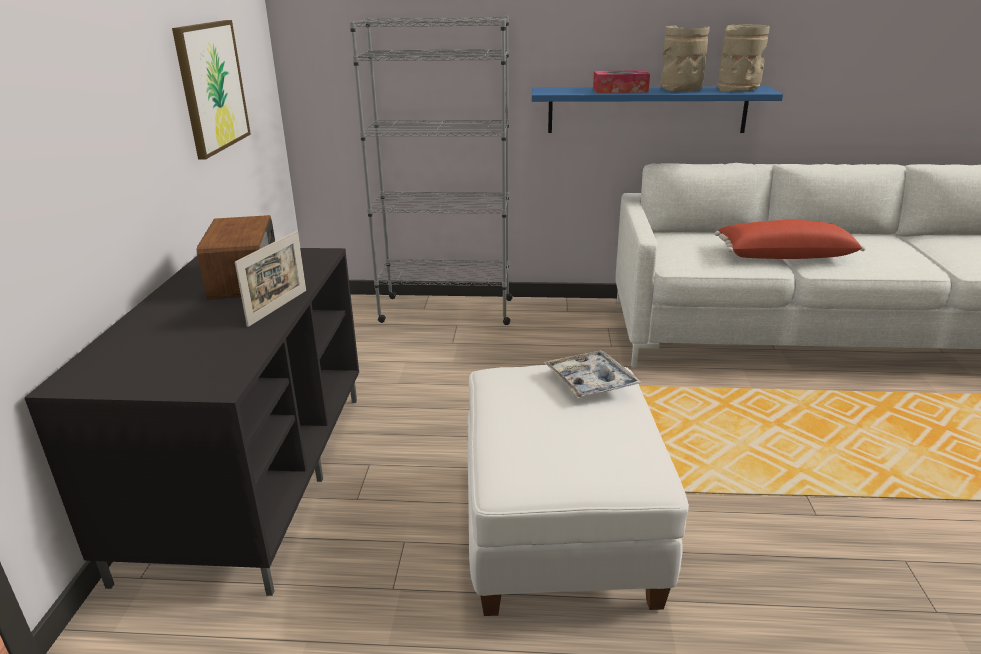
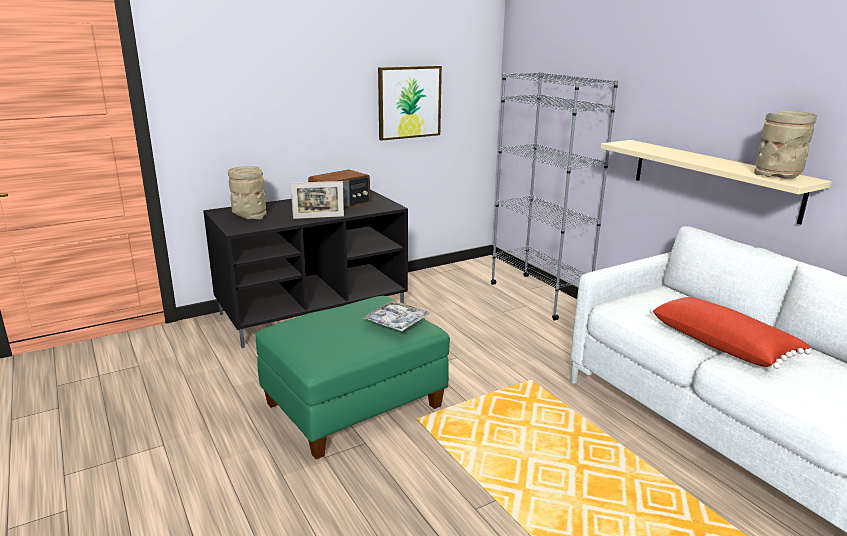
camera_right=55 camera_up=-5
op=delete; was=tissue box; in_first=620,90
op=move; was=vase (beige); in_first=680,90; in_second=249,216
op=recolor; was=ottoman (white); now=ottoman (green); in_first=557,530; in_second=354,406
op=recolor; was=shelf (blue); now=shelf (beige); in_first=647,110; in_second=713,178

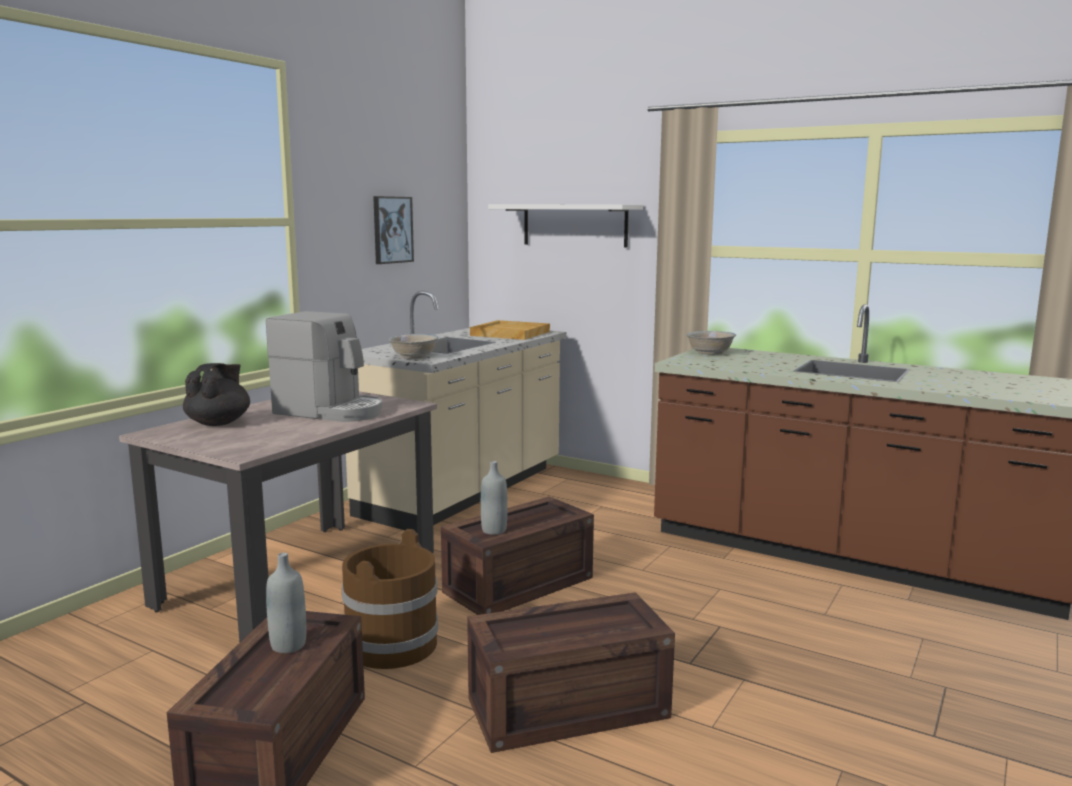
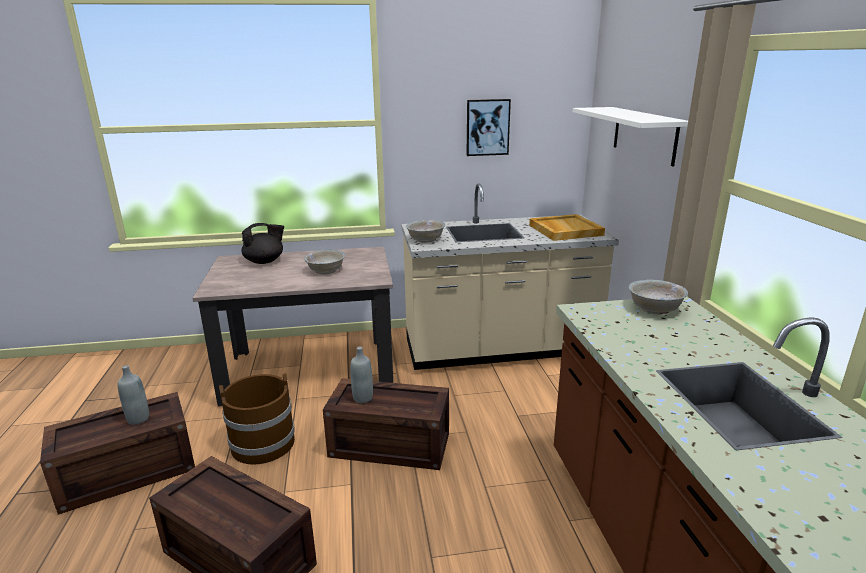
camera_right=50 camera_up=10
op=replace; was=coffee machine; now=bowl (white); in_first=331,411; in_second=326,271

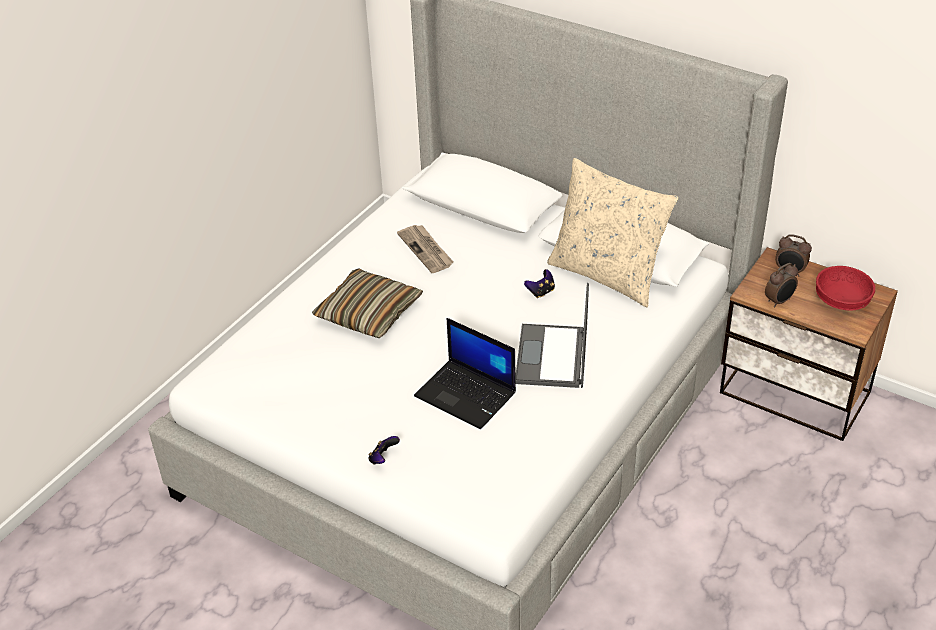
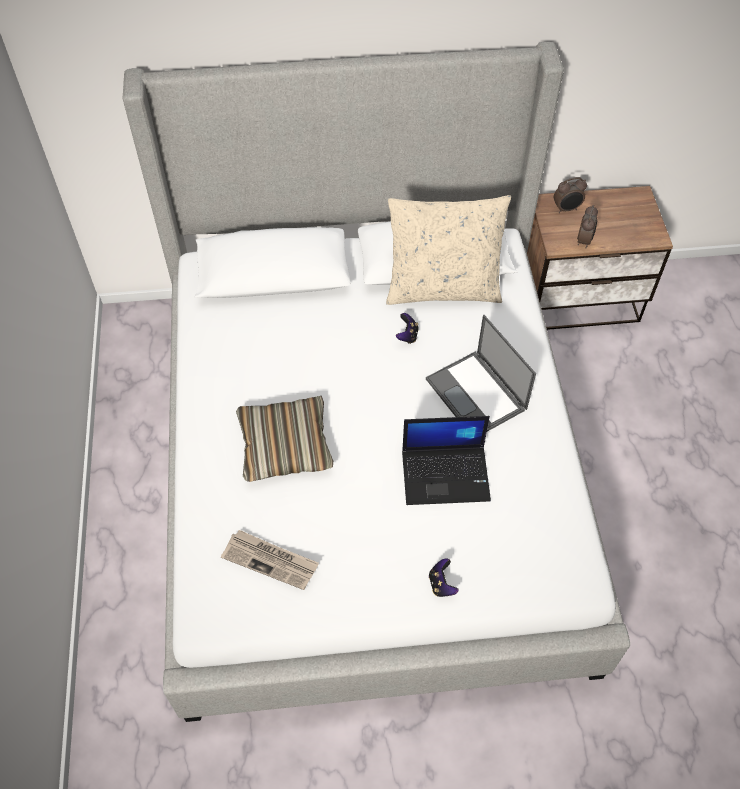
camera_right=-40 camera_up=15
op=delete; was=bowl (red); in_first=841,301
op=move; was=newspaper; in_first=426,250; in_second=271,560

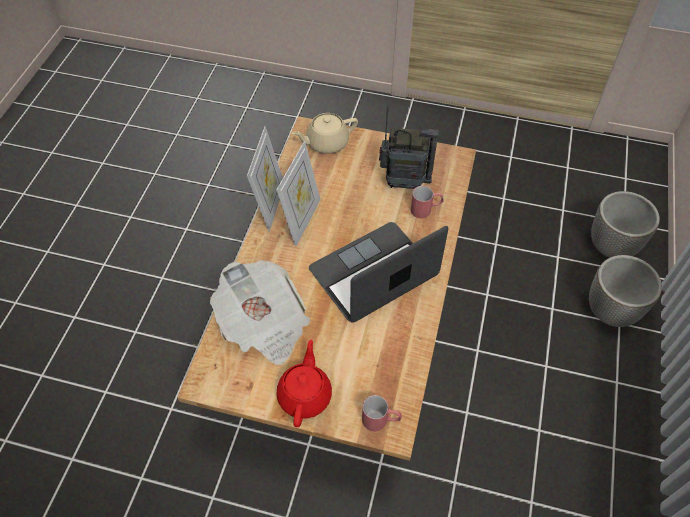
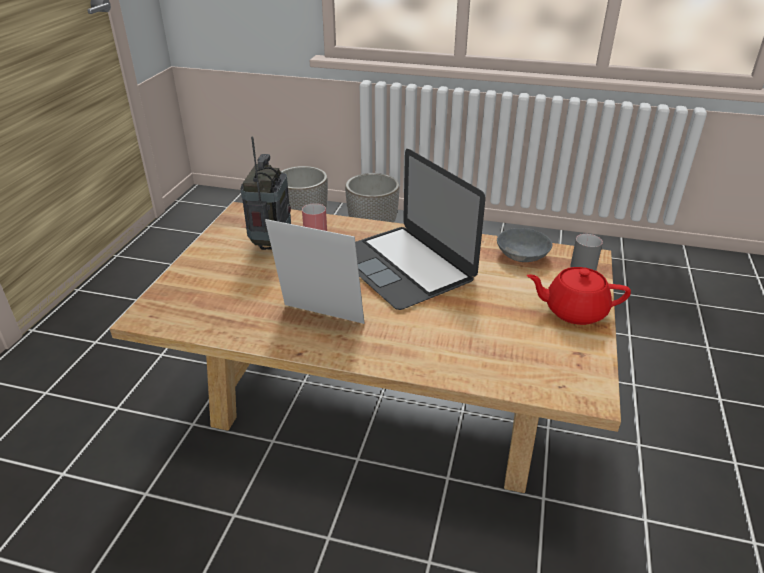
camera_right=-90 camera_up=-20
op=delete; was=newspaper; in_first=264,325
op=delete; was=picture frame; in_first=270,206
op=delete; was=teapot (beige); in_first=326,143
op=insert; now=bowl (grey); in_second=521,254
op=recolor; was=mug (red); now=mug (grey); in_first=381,420; in_second=582,264

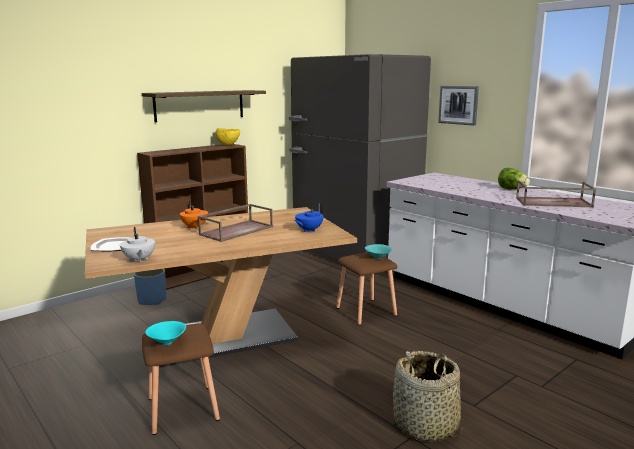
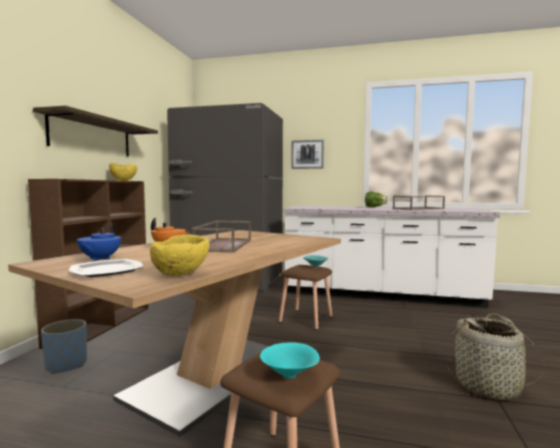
camera_right=-35 camera_up=-10
op=move; was=teapot (blue); in_first=308,230; in_second=99,259
op=replace; was=teapot (white); now=bowl (yellow); in_first=139,260; in_second=181,275

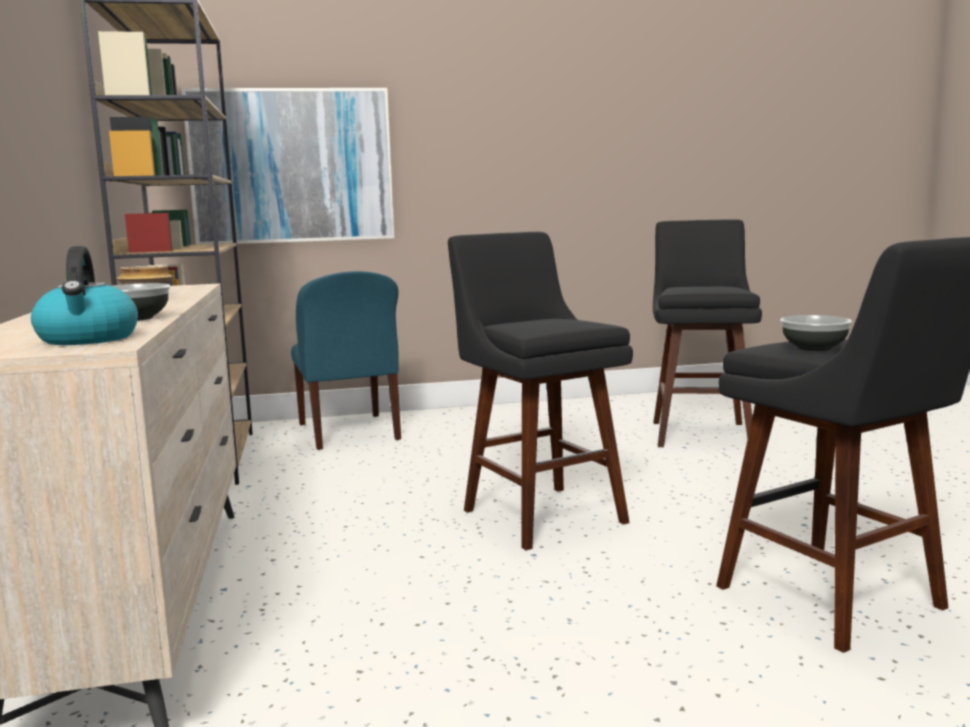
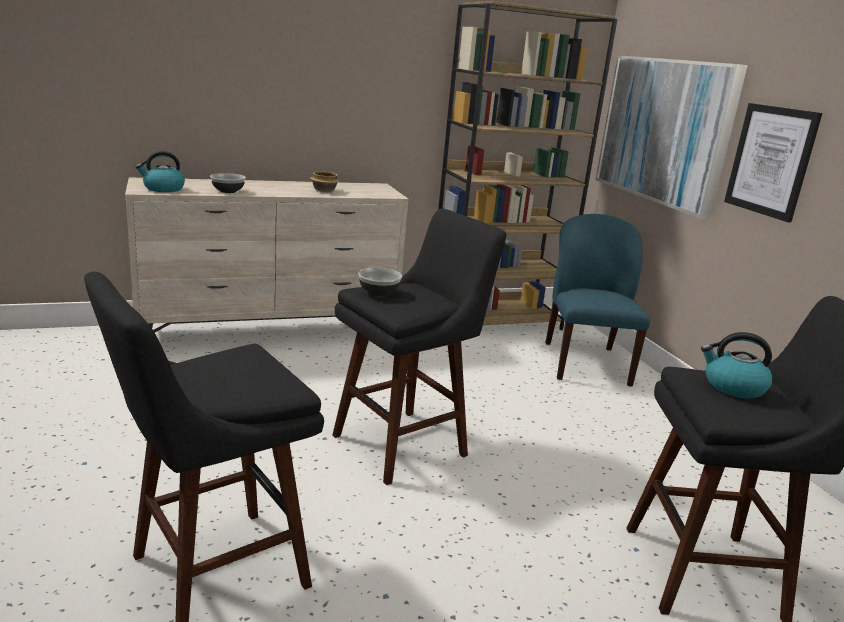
camera_right=80 camera_up=10
op=insert; now=kettle; in_second=733,387
op=insert; now=picture; in_second=771,161
op=move; was=bowl; in_first=813,348; in_second=378,292
op=rotate; was=chair (blue); in_first=349,433; in_second=585,363; clockwise=120

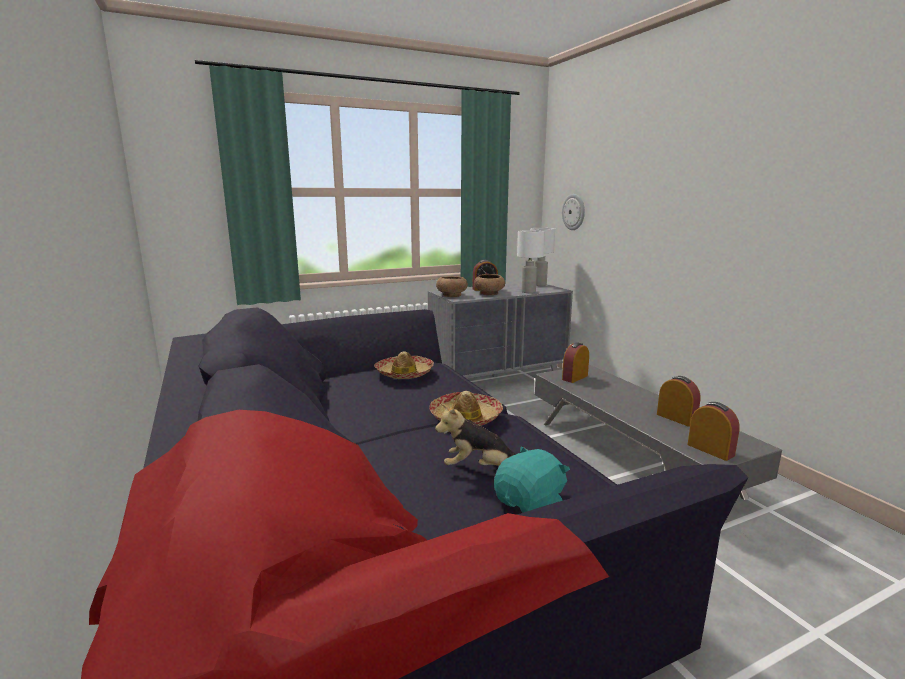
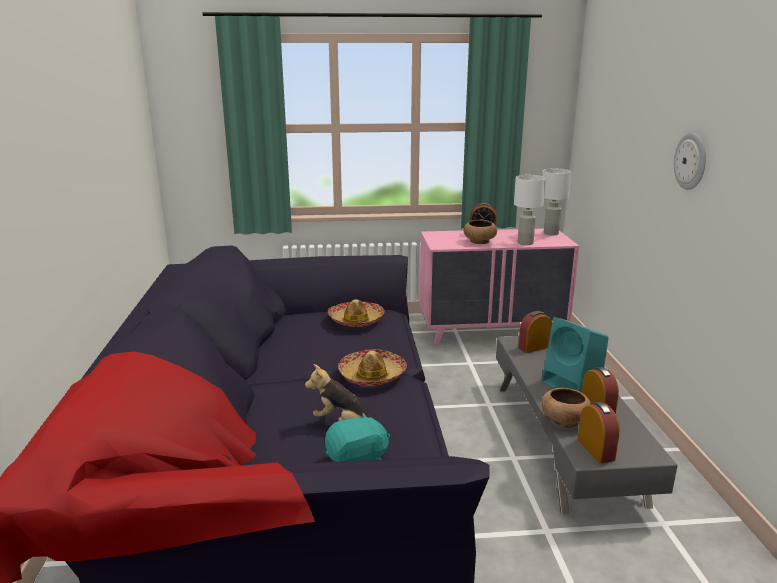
camera_right=20 camera_up=5
op=insert; now=speaker (turquoise); in_second=573,384
op=move; was=bowl (brown); in_first=451,295; in_second=564,420
op=move; was=wall clock; in_first=574,212; in_second=691,161
op=recolor; was=dresser (grey); now=dresser (pink); in_first=498,378; in_second=491,331

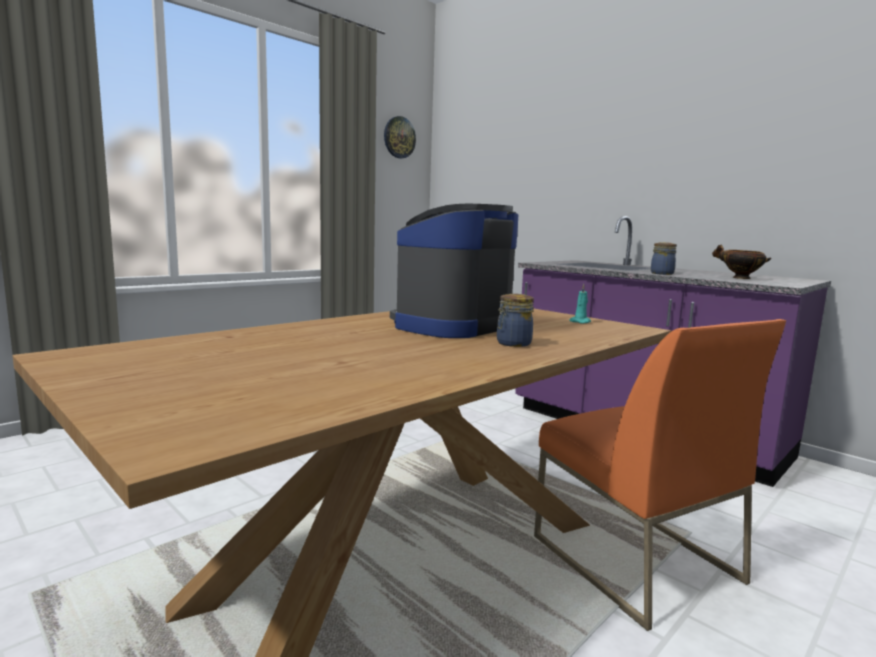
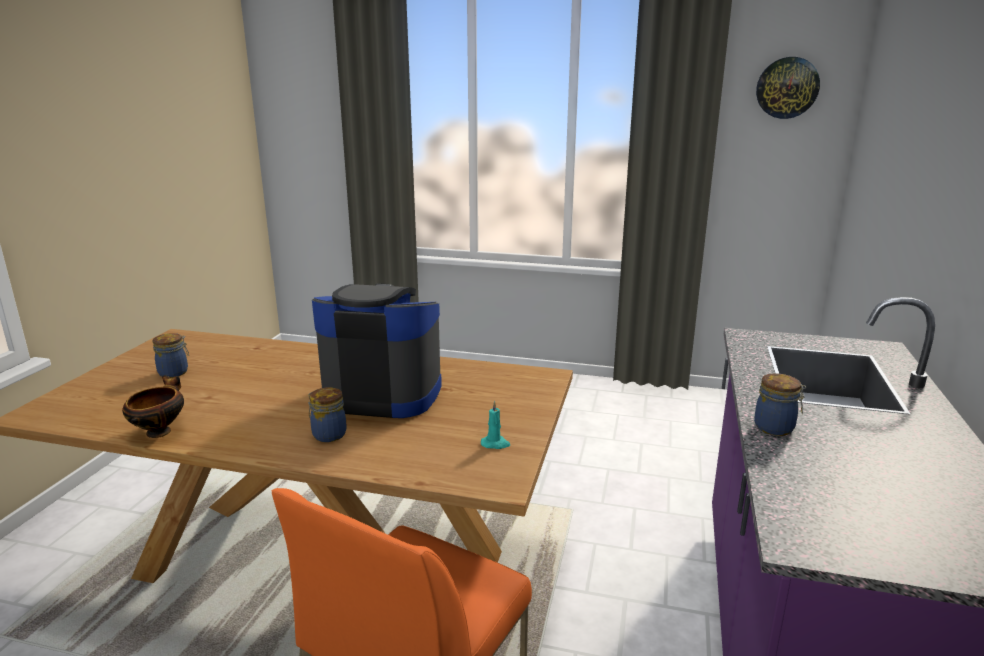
camera_right=60 camera_up=10
op=insert; now=jar; in_second=175,372
op=move; was=bowl; in_first=739,278; in_second=160,431

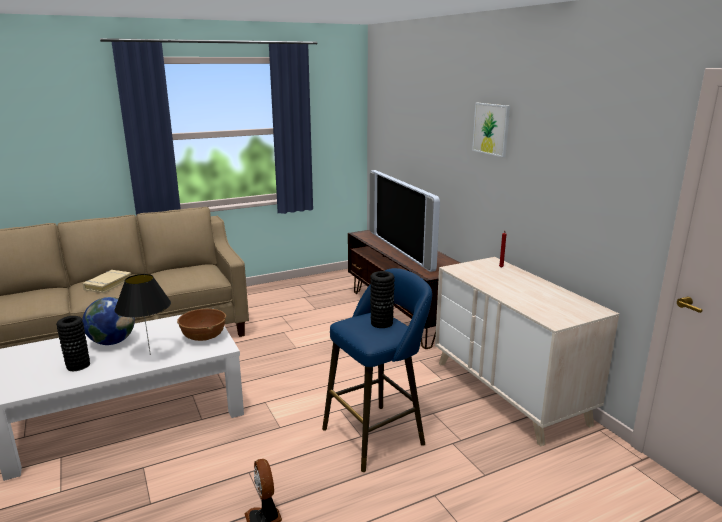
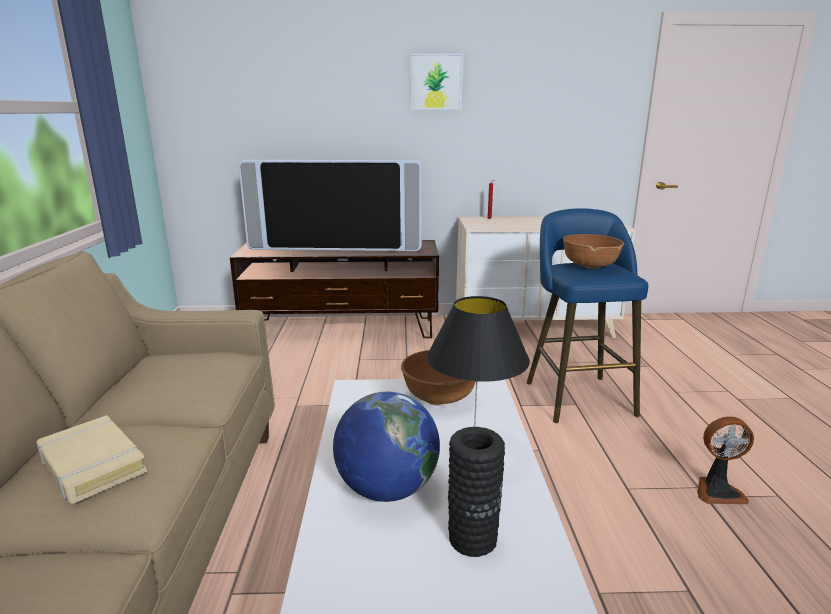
camera_right=-65 camera_up=0
op=replace; was=vase (black); now=bowl (brown); in_first=381,323; in_second=590,266

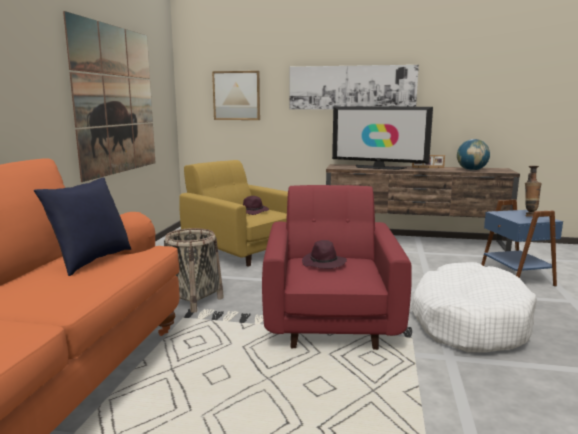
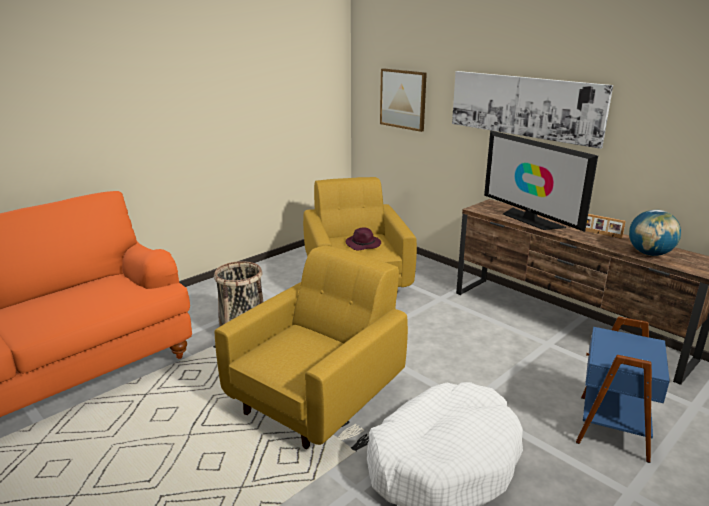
camera_right=35 camera_up=10
op=delete; was=pillow (blue); in_first=91,261
op=delete; was=picture; in_first=116,100
op=delete; was=hat (purple); in_first=324,263
op=delete; was=vase; in_first=529,216
op=recolor; was=armchair (red); now=armchair (yellow); in_first=331,319; in_second=318,397

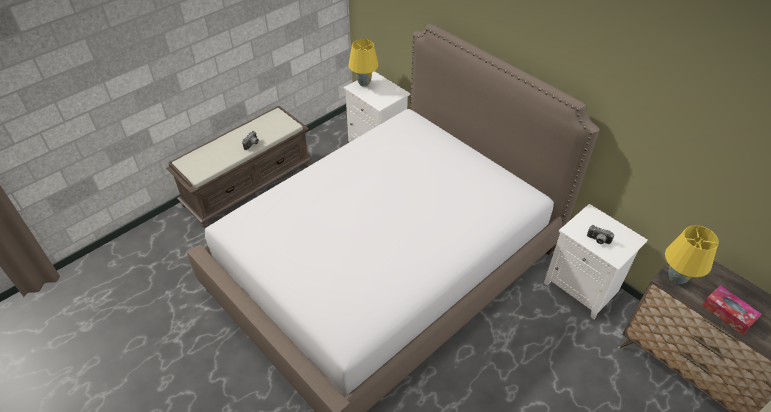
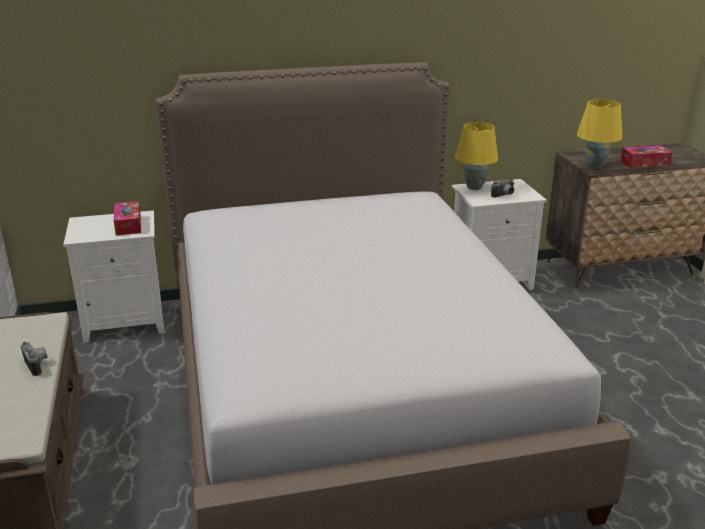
camera_right=-60 camera_up=-20
op=insert; now=tissue box; in_second=128,225
op=move; was=table lamp (yellow); in_first=363,83; in_second=473,187

